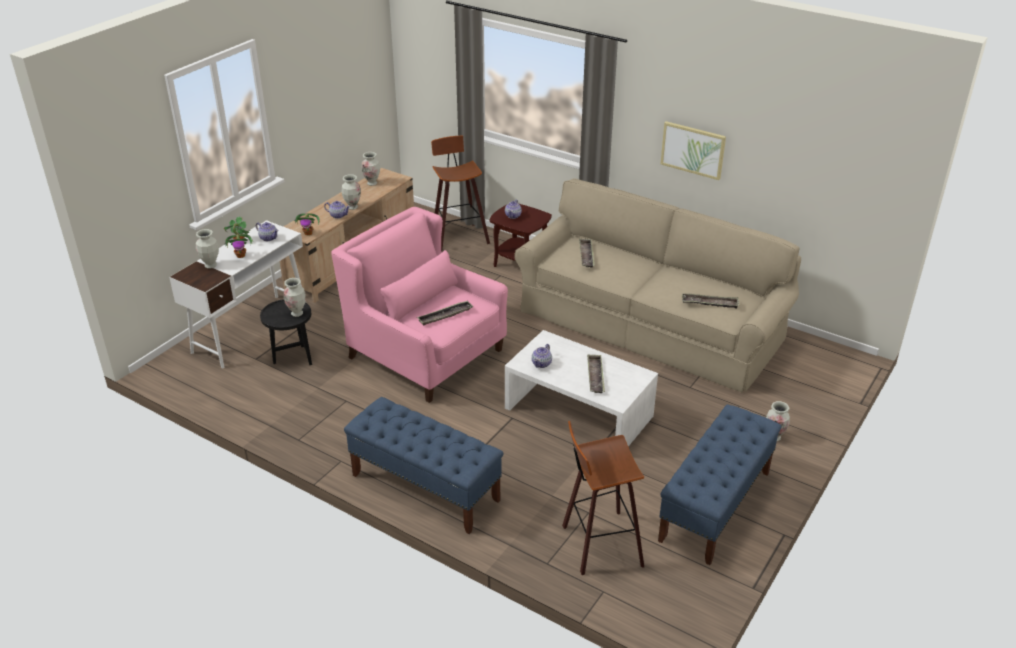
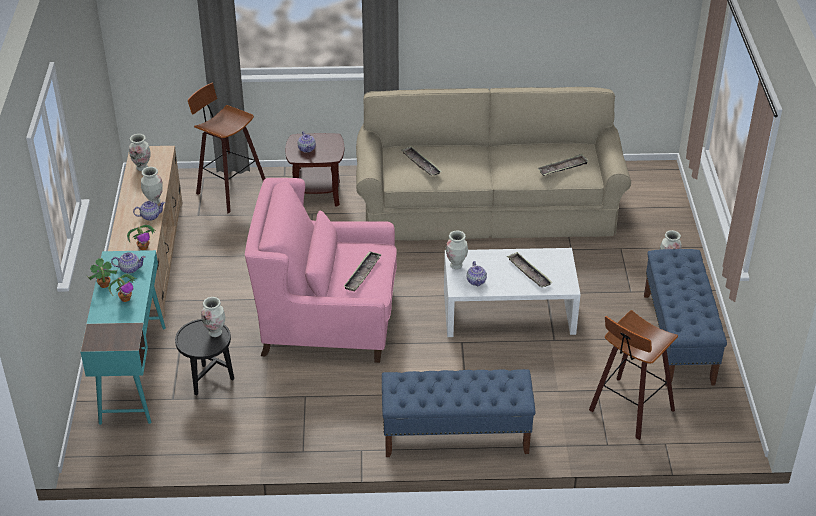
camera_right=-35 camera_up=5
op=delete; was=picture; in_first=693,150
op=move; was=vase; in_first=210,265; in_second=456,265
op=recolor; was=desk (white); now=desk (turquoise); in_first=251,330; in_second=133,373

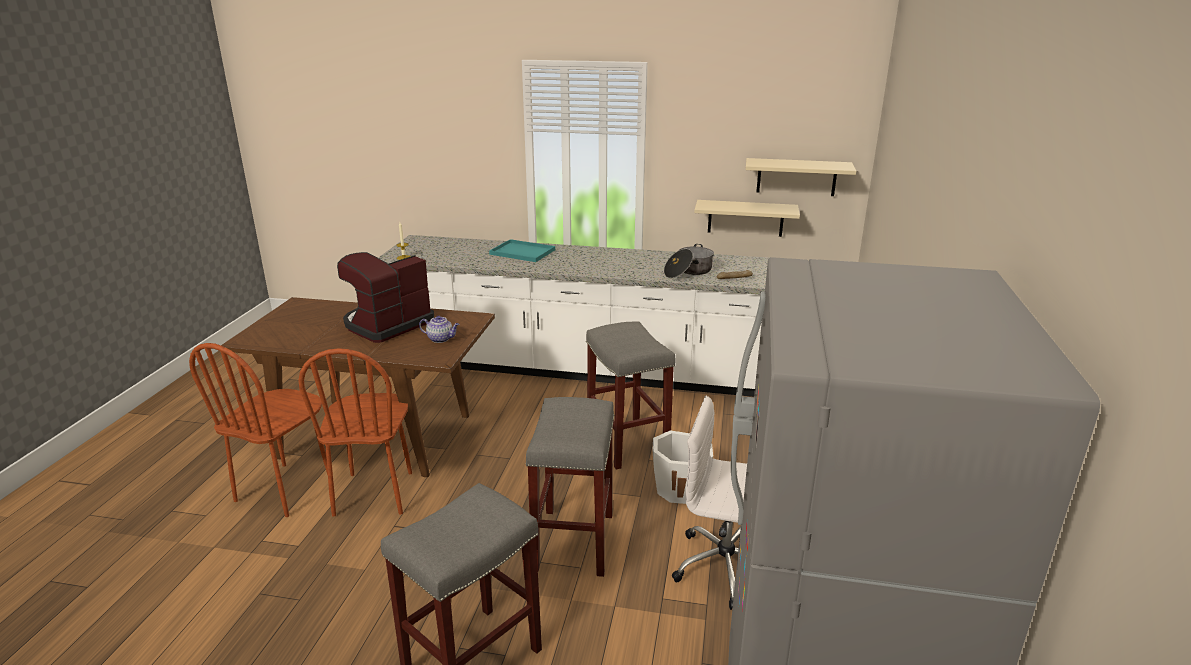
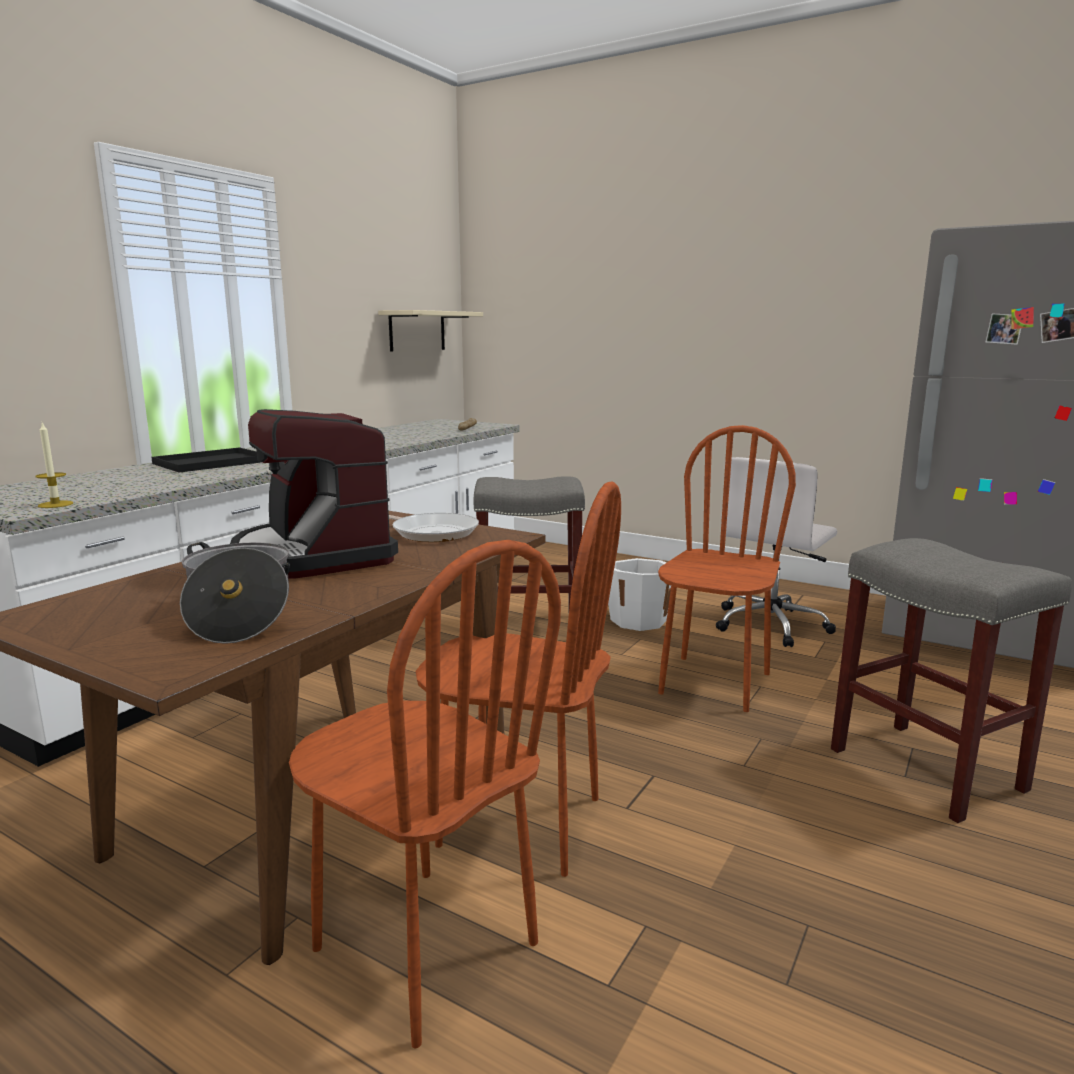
camera_right=-70 camera_up=-10
op=delete; was=shelf (beige); in_first=745,218
op=move; was=cooking pot; in_first=688,272; in_second=240,614
op=replace; was=teapot; now=frying pan; in_first=441,339; in_second=432,532
op=replace; was=stool (grey); now=chair (brown); in_first=574,542; in_second=714,683
op=recolor; was=tray (turquoise); now=tray (black); in_first=523,252; in_second=213,462

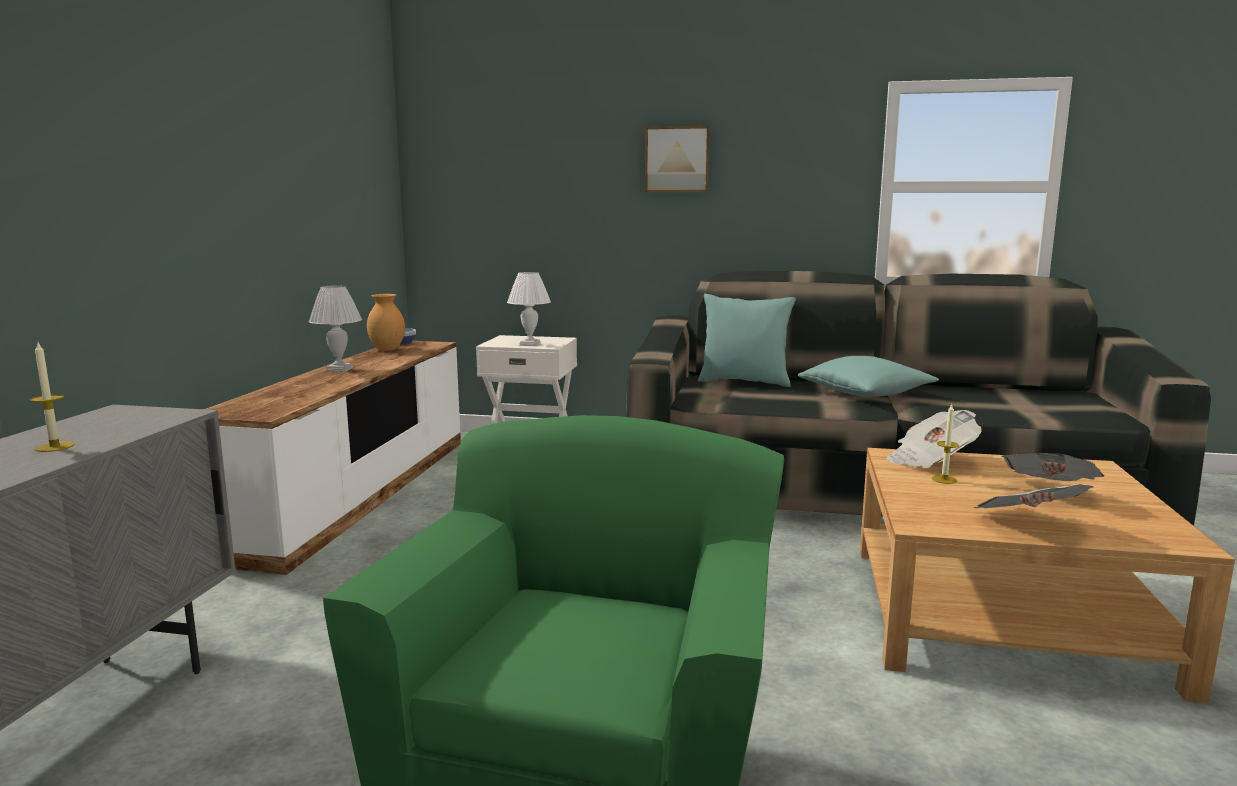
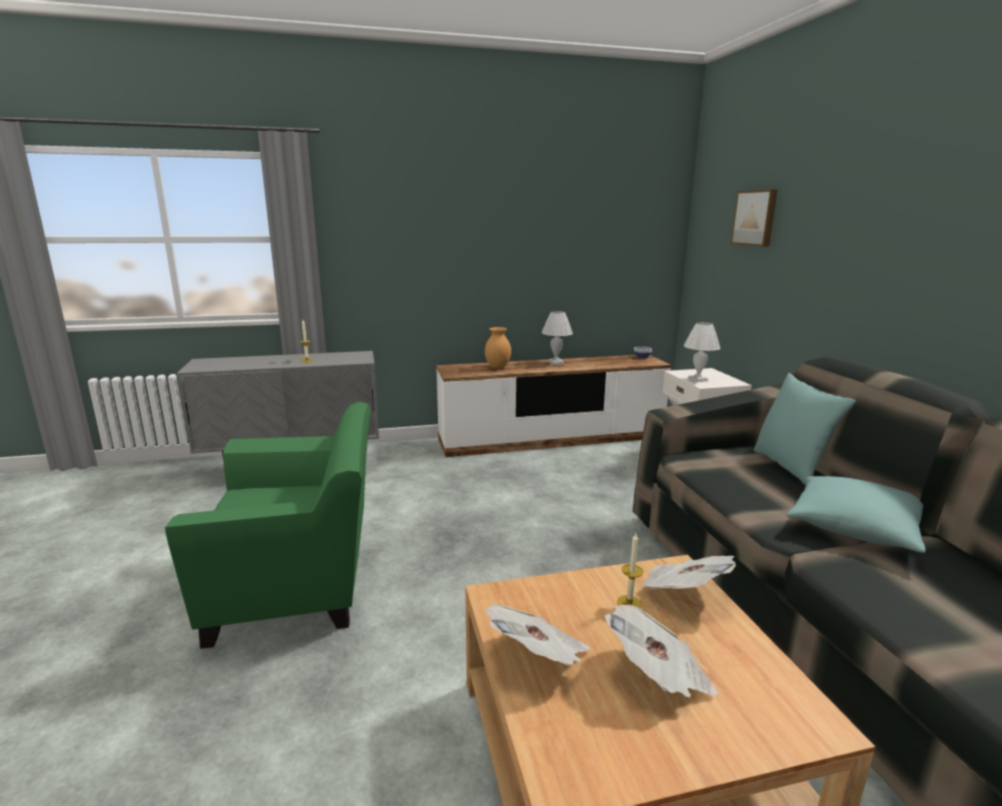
camera_right=65 camera_up=5
op=move; was=vase (brown); in_first=387,350; in_second=497,367
op=move; was=picture; in_first=677,159; in_second=755,218

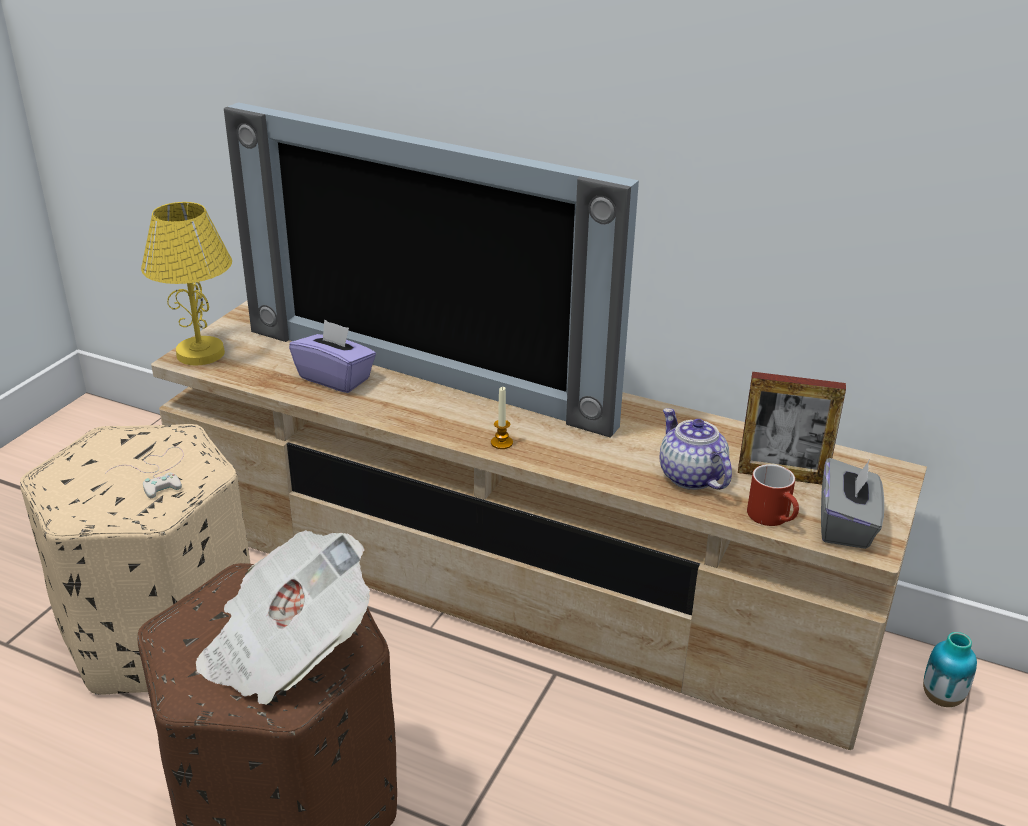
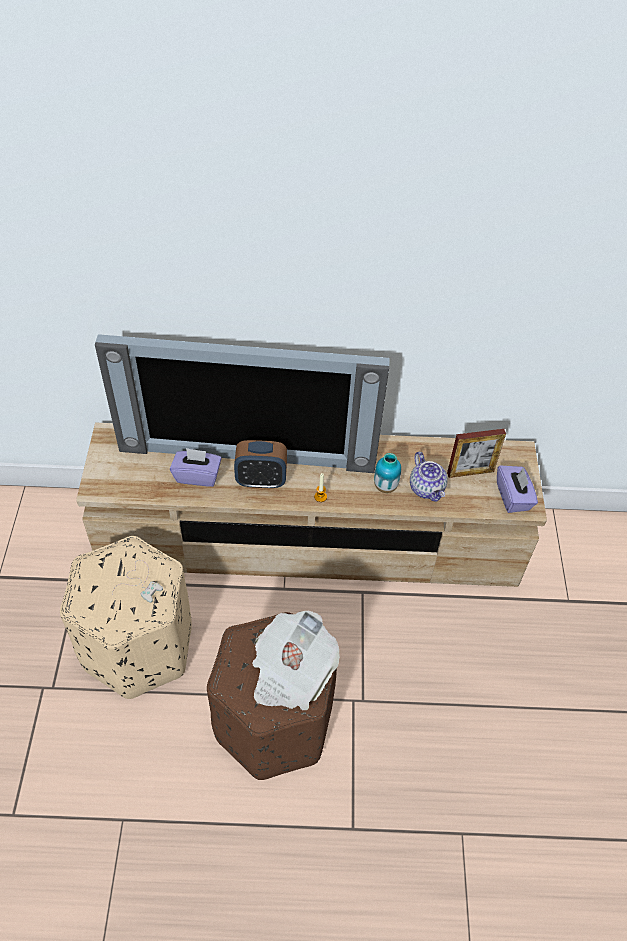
camera_right=-25 camera_up=20
op=delete; was=table lamp (yellow); in_first=199,353
op=delete; was=mug (red); in_first=774,518
op=insert; now=alarm clock; in_second=261,480
op=move; was=vase; in_first=941,698; in_second=385,487
op=recolor; was=tissue box (grey); now=tissue box (purple); in_first=846,525; in_second=513,497
op=rotate; was=teapot; in_first=690,476; in_second=427,488; clockwise=-150

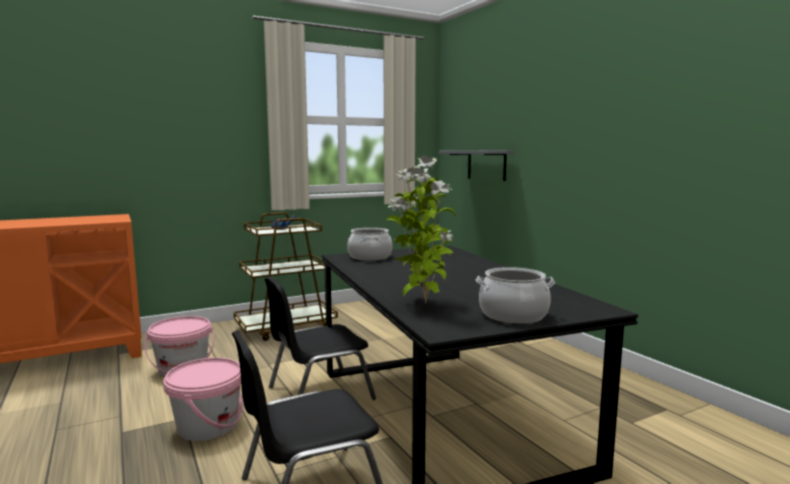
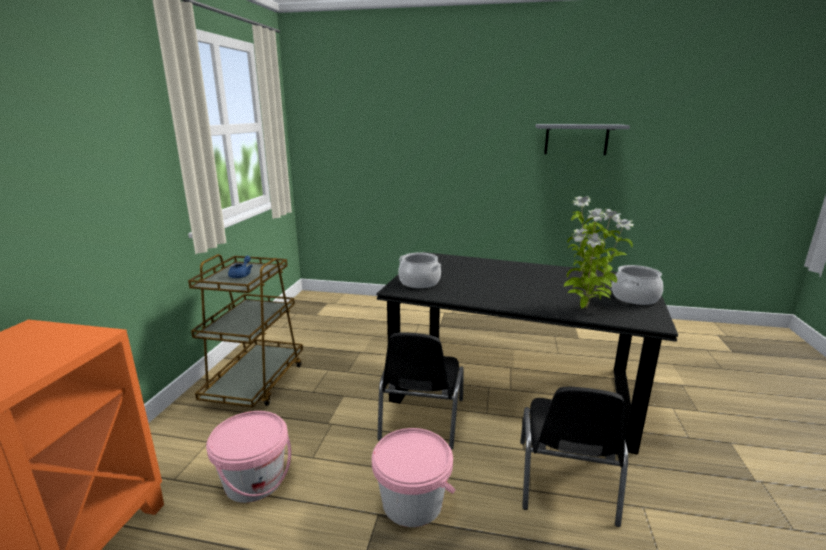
camera_right=-50 camera_up=10
op=move; was=shelf (grey); in_first=486,165; in_second=576,139

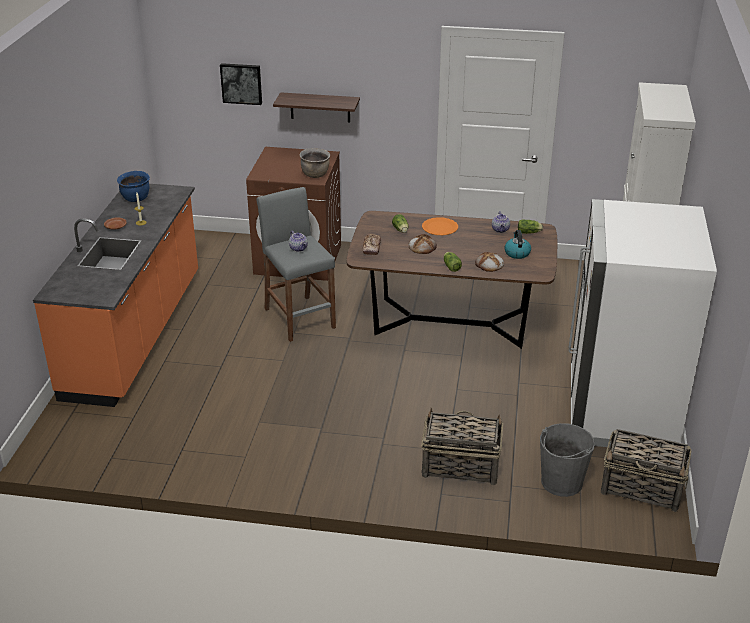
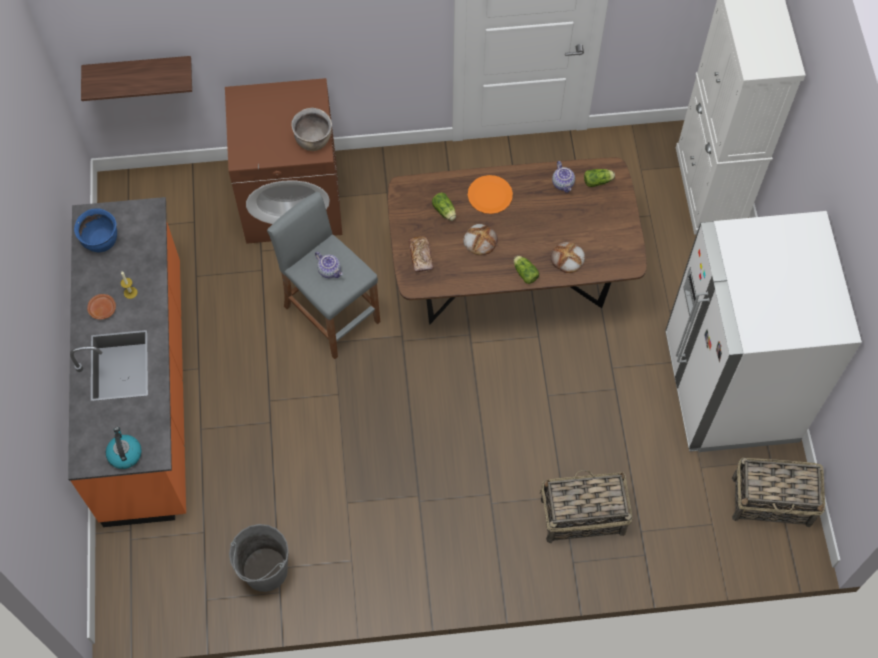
camera_right=-15 camera_up=30
op=delete; was=picture; in_first=241,83
op=move; was=shelf; in_first=320,107; in_second=139,71
op=move; was=kettle; in_first=517,253; in_second=124,454
op=move; was=bucket (grey); in_first=561,482; in_second=265,570

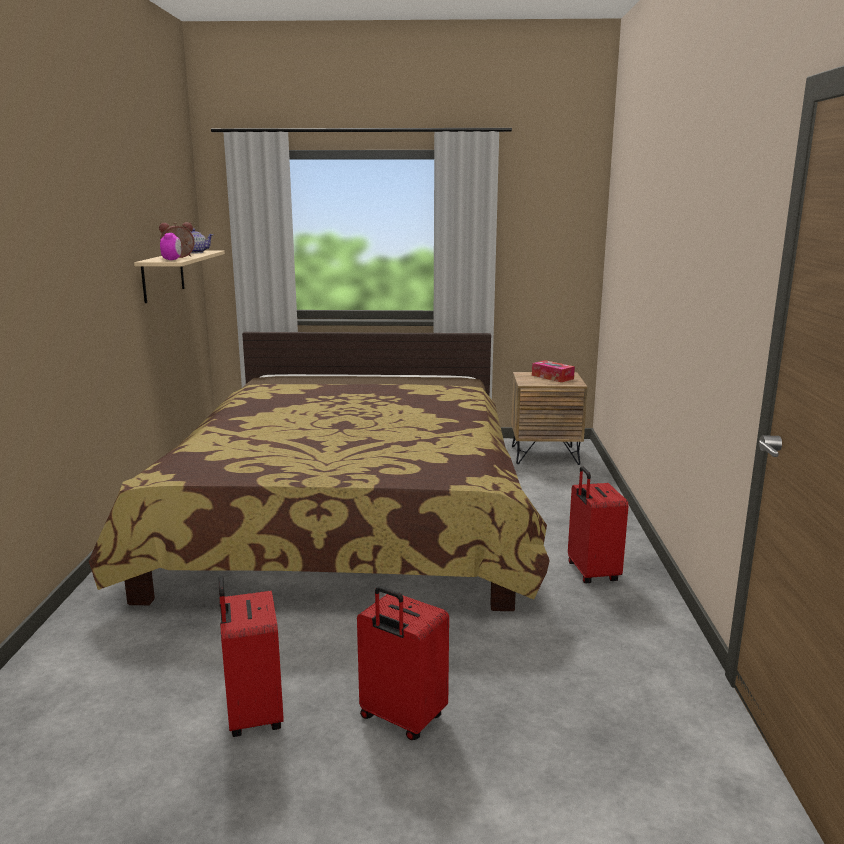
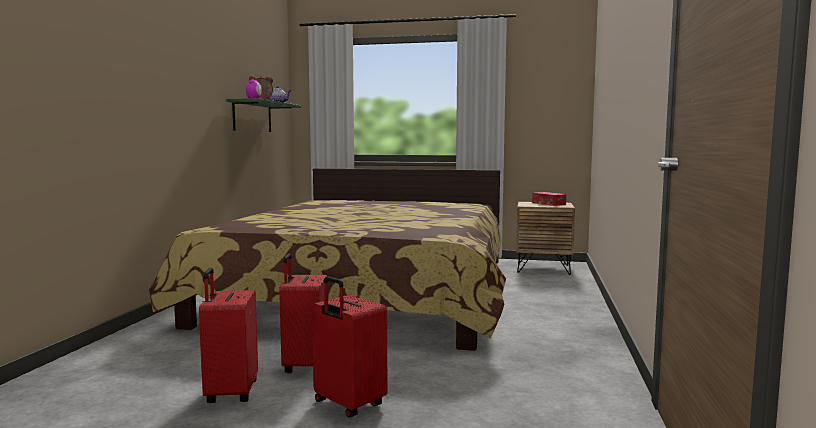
camera_right=10 camera_up=-10
op=move; was=suitcase (red); in_first=591,573; in_second=304,365
op=recolor; was=shelf (beige); now=shelf (green); in_first=163,275; in_second=252,117

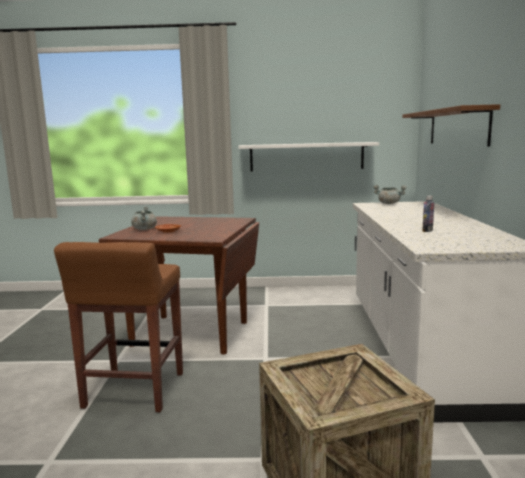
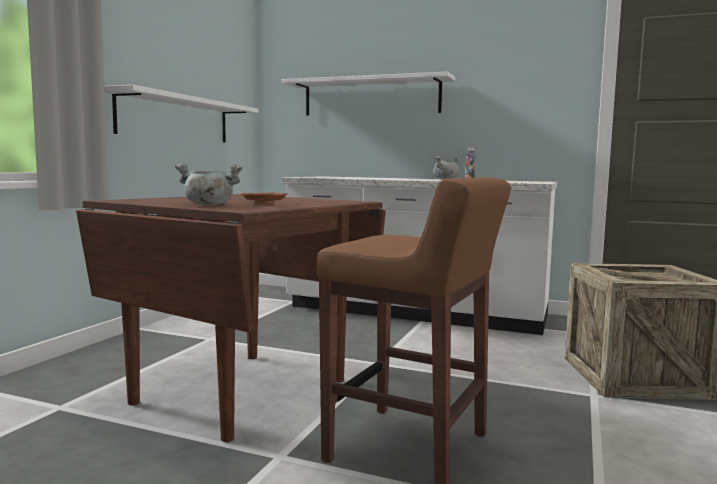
camera_right=-70 camera_up=-5
op=move; was=cooking pot (grey); in_first=389,203; in_second=445,179
op=recolor; was=shelf (brown); now=shelf (white); in_first=457,127; in_second=371,97

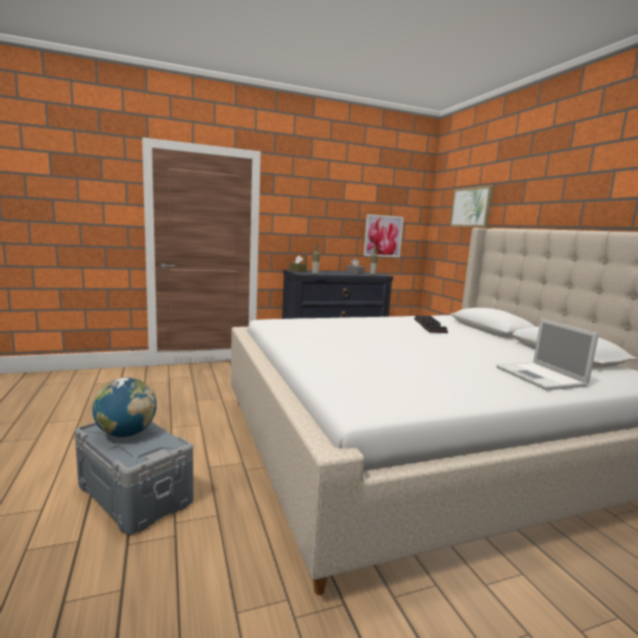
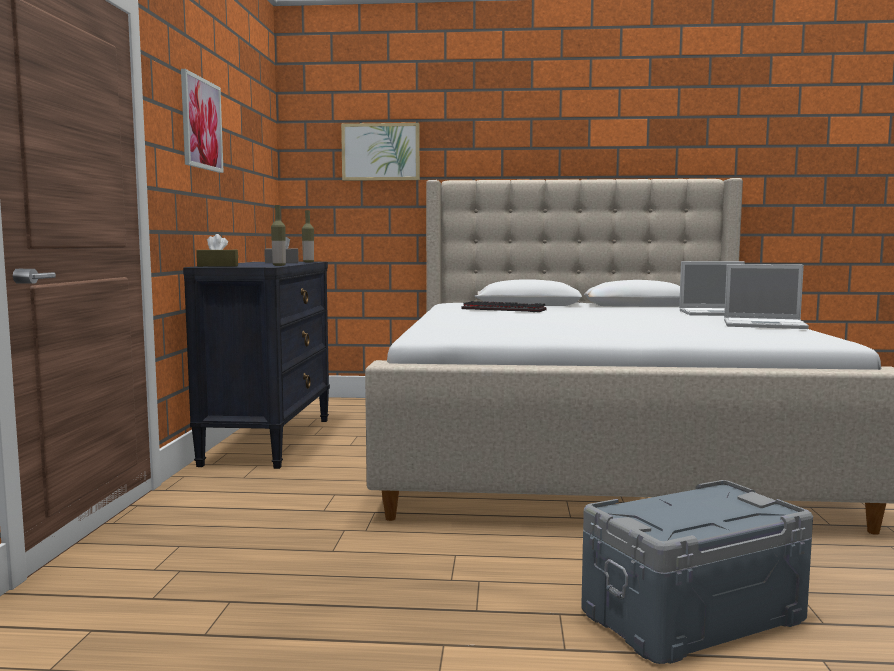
camera_right=-65 camera_up=-5
op=delete; was=globe; in_first=126,433
op=insert; now=laptop; in_second=766,324
op=move; was=picture; in_first=383,236; in_second=201,124

